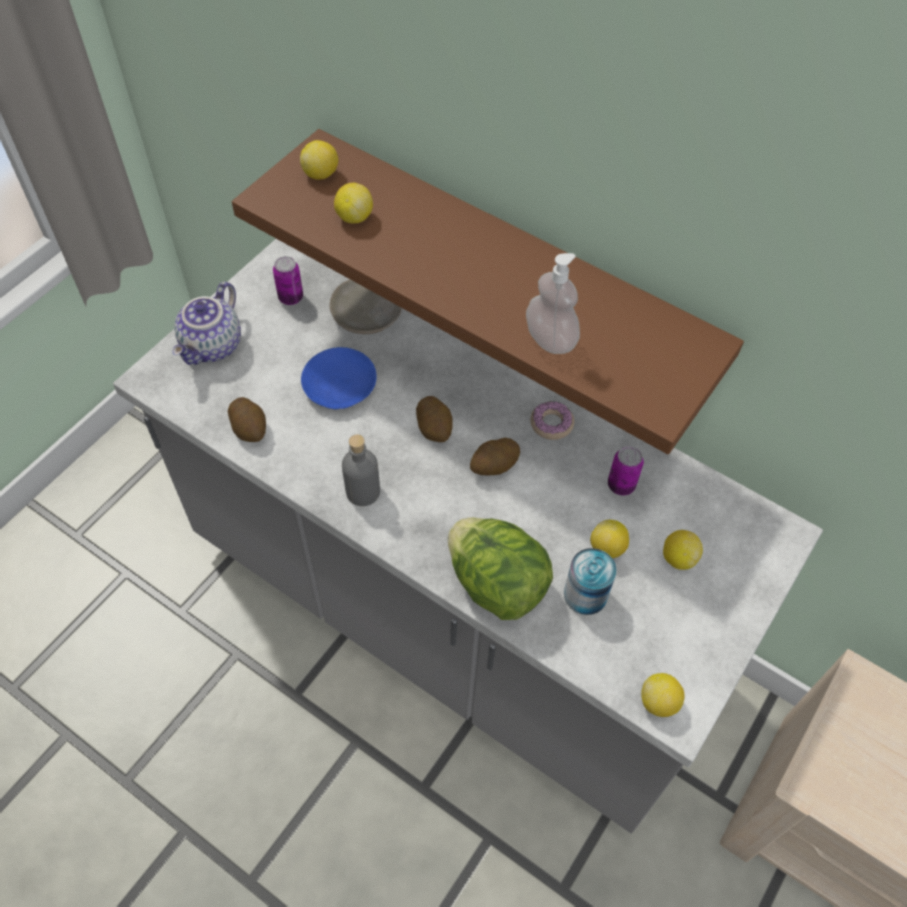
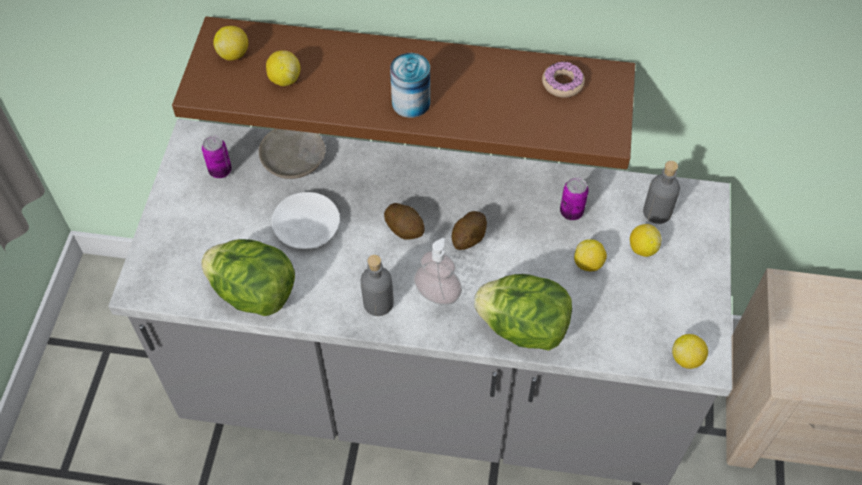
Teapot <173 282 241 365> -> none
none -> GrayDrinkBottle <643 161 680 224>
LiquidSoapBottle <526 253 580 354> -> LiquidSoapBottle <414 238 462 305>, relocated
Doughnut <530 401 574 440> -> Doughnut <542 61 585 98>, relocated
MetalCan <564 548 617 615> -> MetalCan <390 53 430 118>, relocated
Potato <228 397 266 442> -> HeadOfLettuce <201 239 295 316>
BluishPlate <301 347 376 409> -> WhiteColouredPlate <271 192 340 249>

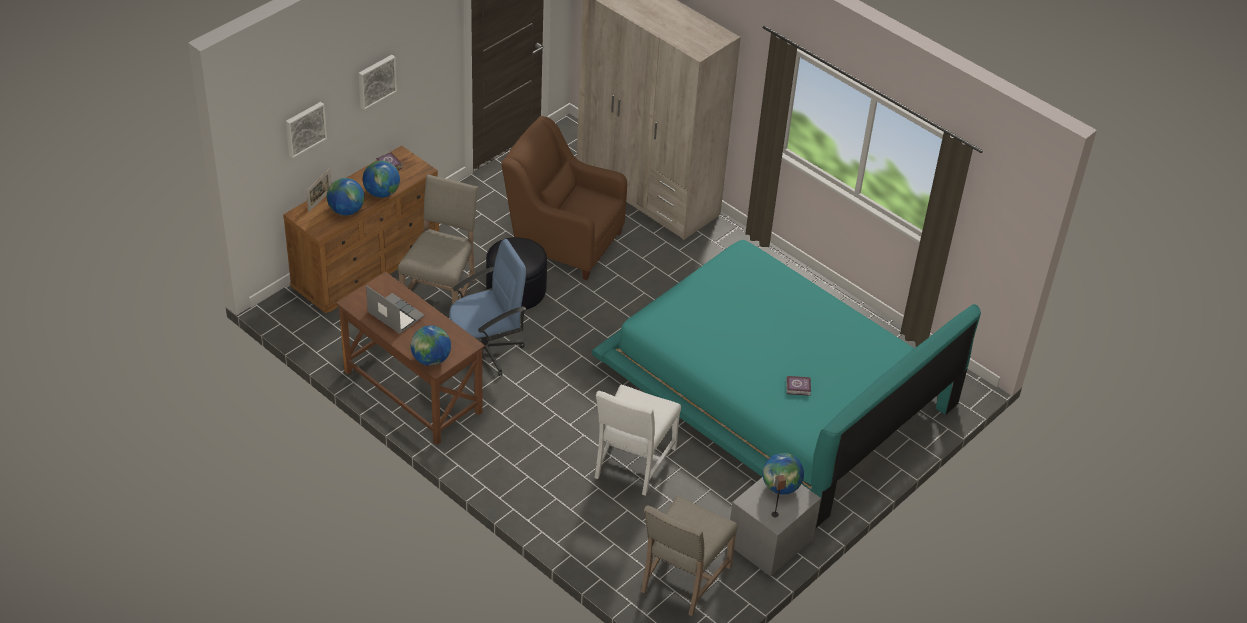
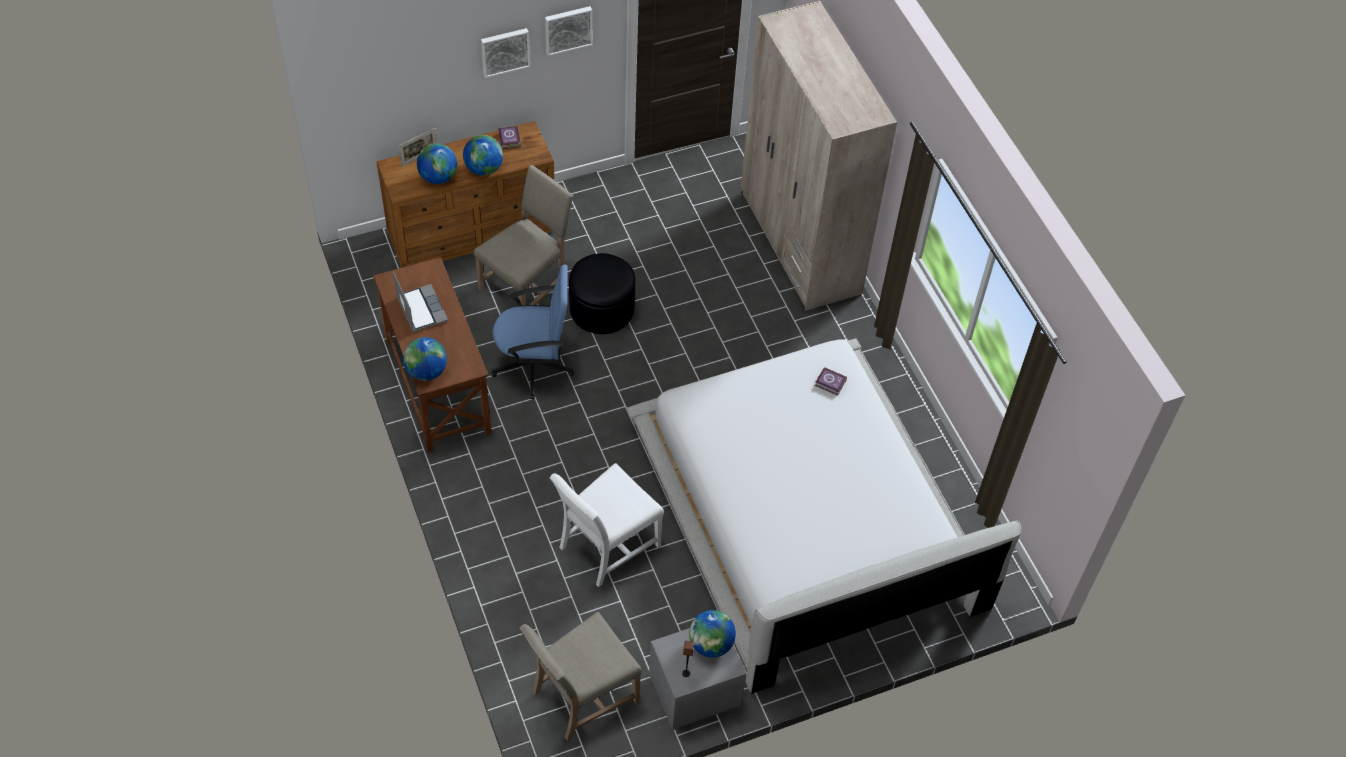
BrownEasyChair <501 116 627 280> -> none
WallArt <286 102 327 158> -> WallArt <545 6 592 56>, relocated
BoundBook <786 376 811 396> -> BoundBook <815 367 847 395>, relocated
TurquoiseSleepingBed <592 240 981 528> -> WhiteColouredSleepingBed <626 338 1021 694>

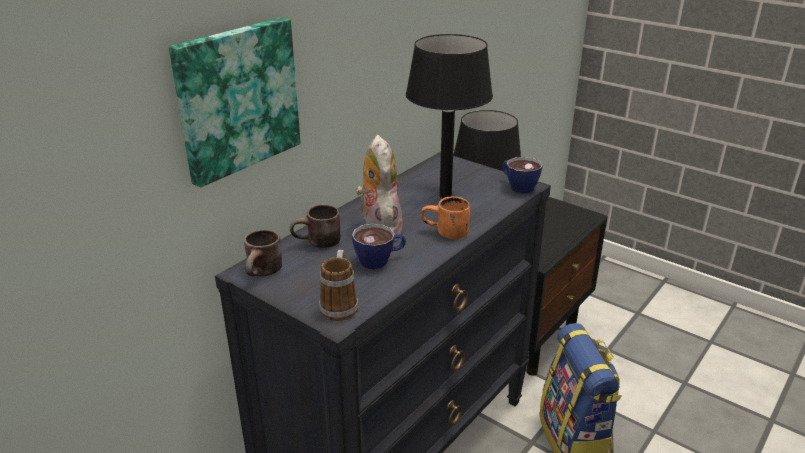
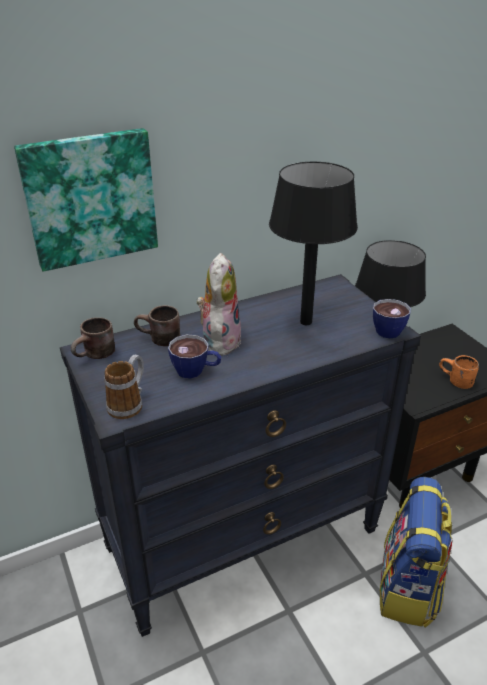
OrangeyCoffeeMug <421 196 470 239> -> OrangeyCoffeeMug <439 355 479 389>, relocated

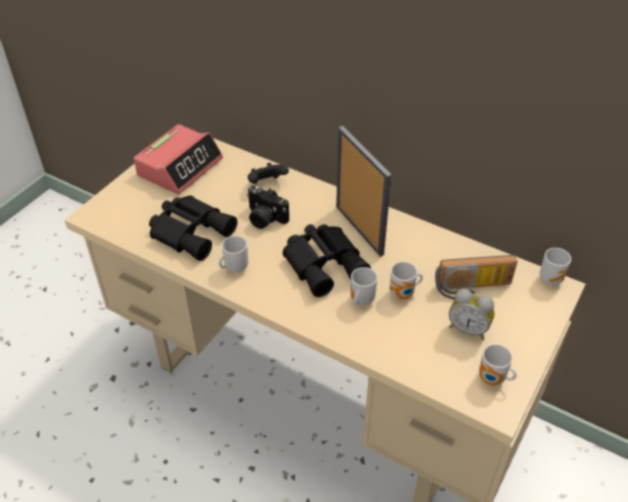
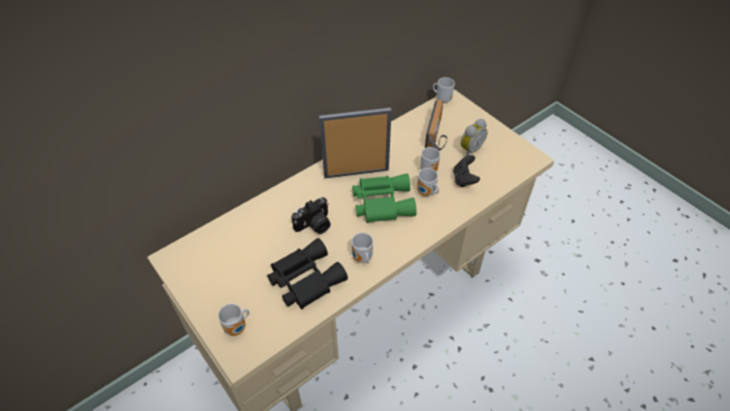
BedsideClock <134 124 223 194> -> none
BlackishJoypad <247 163 289 184> -> BlackishJoypad <453 155 480 187>, relocated
CoffeeMug <479 344 517 386> -> CoffeeMug <218 303 249 336>, relocated
BlackishBinoculars <283 224 371 297> -> GreenColouredBinoculars <352 173 416 223>

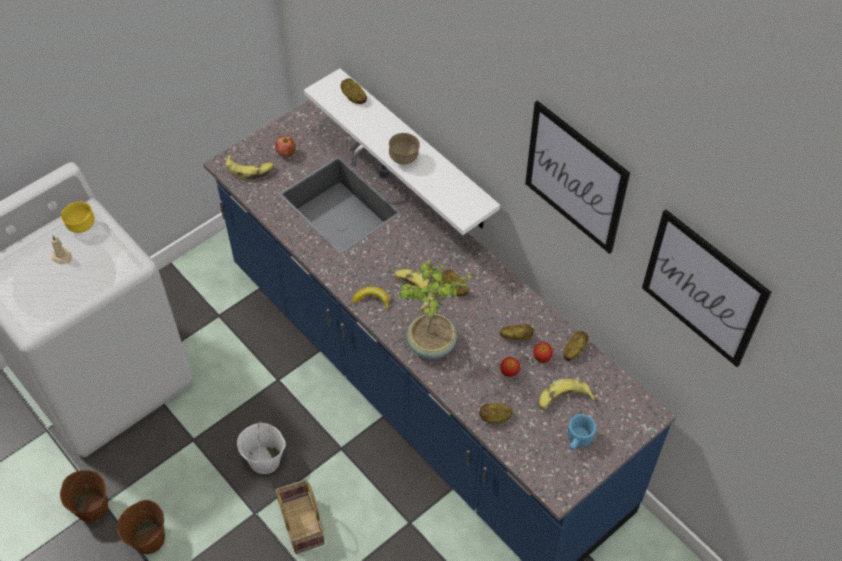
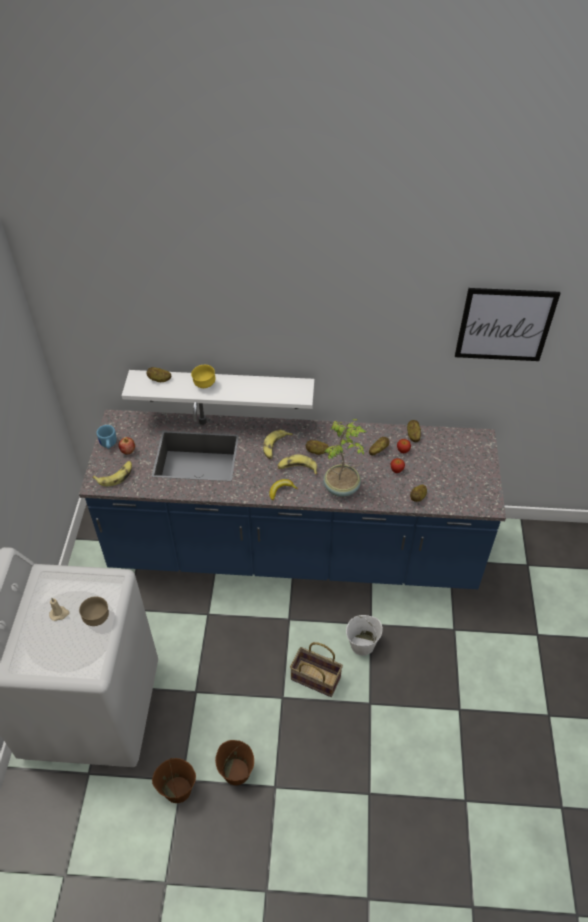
WallArt <525 100 630 254> -> none
YellowBowl <61 202 95 233> -> YellowBowl <191 365 216 388>, relocated
WhiteColouredBucket <237 421 286 474> -> WhiteColouredBucket <346 615 382 656>, relocated
BrownBowl <389 133 420 164> -> BrownBowl <79 597 109 626>, relocated
WholeBanana <539 379 596 410> -> WholeBanana <263 430 293 459>, relocated
BluishCoffeeMug <568 414 596 450> -> BluishCoffeeMug <96 425 117 449>, relocated

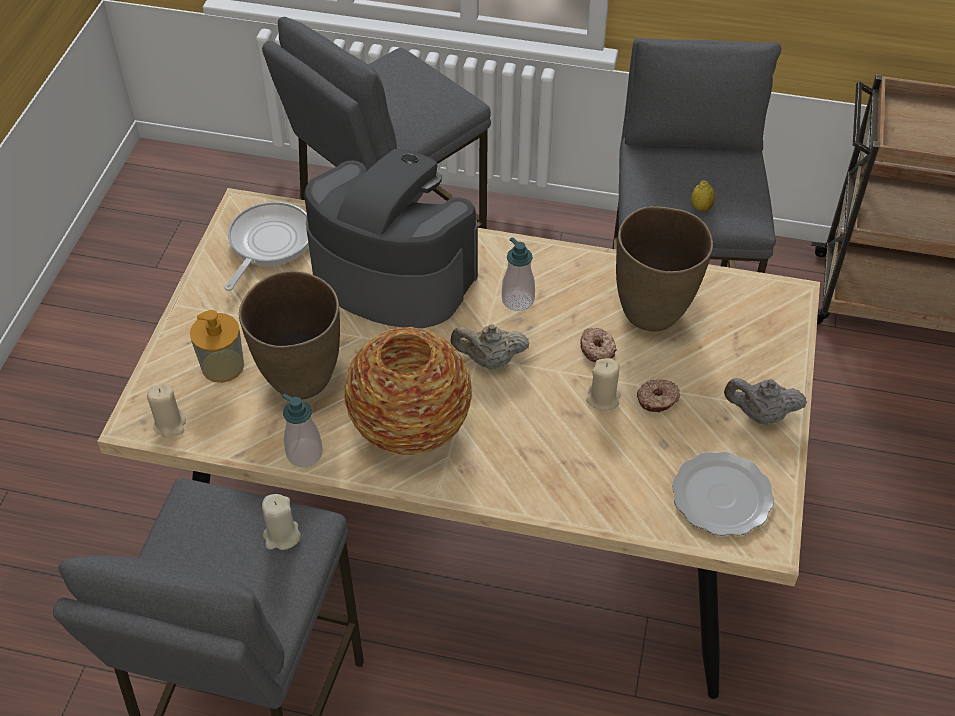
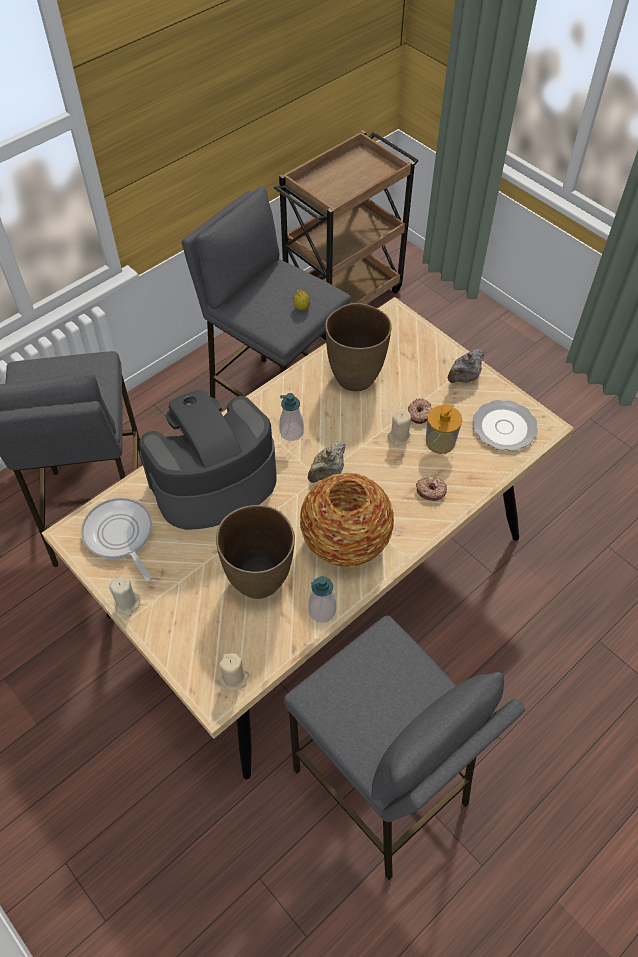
LiquidSoapBottle <190 310 244 383> -> LiquidSoapBottle <426 404 462 454>, relocated
SandColouredCandle <262 494 301 550> -> SandColouredCandle <109 576 140 616>, relocated
Doughnut <580 328 617 362> -> Doughnut <416 477 447 501>, relocated

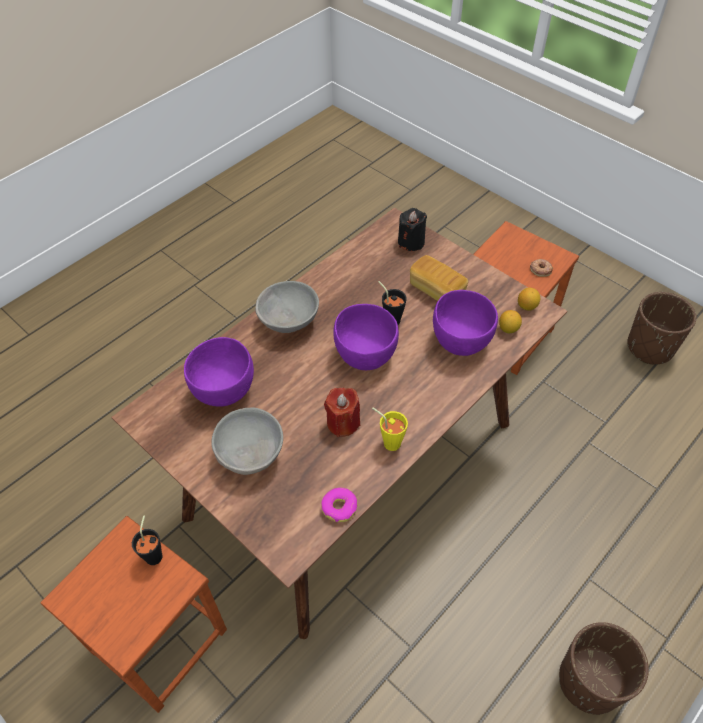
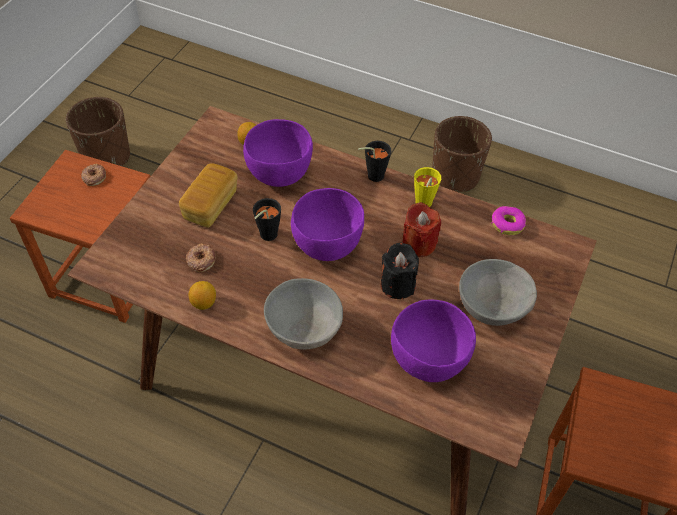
none -> Doughnut <186 243 215 272>
BlackishSmallCup <132 515 163 565> -> BlackishSmallCup <358 141 391 182>, relocated
BlackishCandle <398 208 427 251> -> BlackishCandle <381 243 419 299>, relocated
WholeLemon <518 288 540 311> -> WholeLemon <189 281 216 310>, relocated

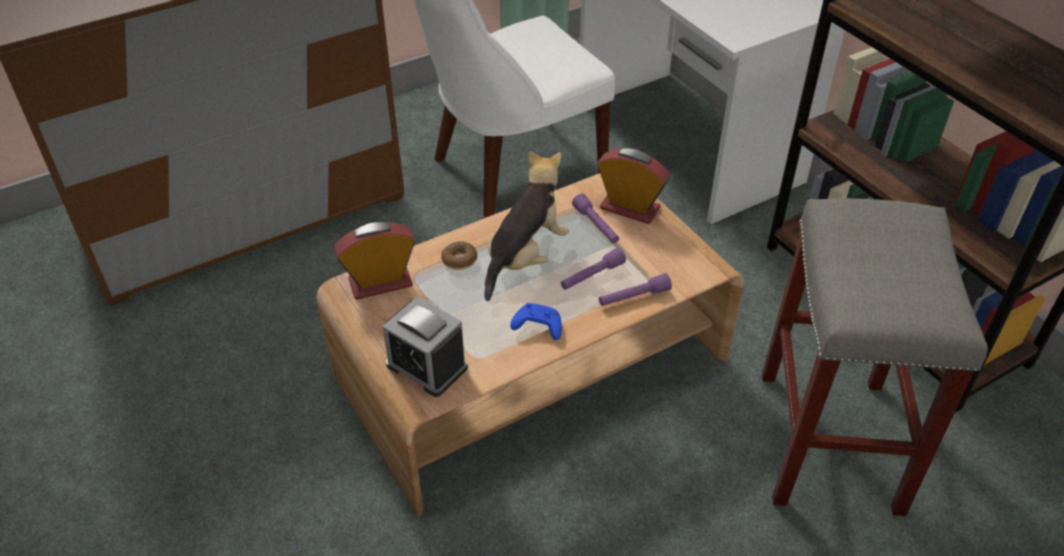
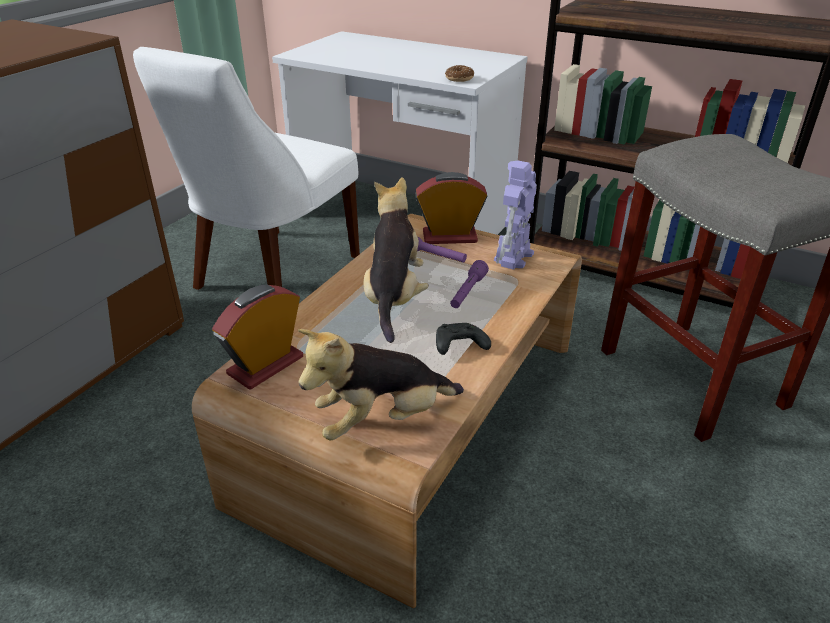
PurpleColouredFlashlight <599 273 672 306> -> none
none -> RobotFigure <494 161 537 270>
Doughnut <441 241 478 270> -> Doughnut <445 65 474 82>, relocated
BedsideClock <382 296 468 397> -> CuddlyToy <298 329 464 440>
BluishJoypad <510 303 562 340> -> BlackishJoypad <436 323 491 355>

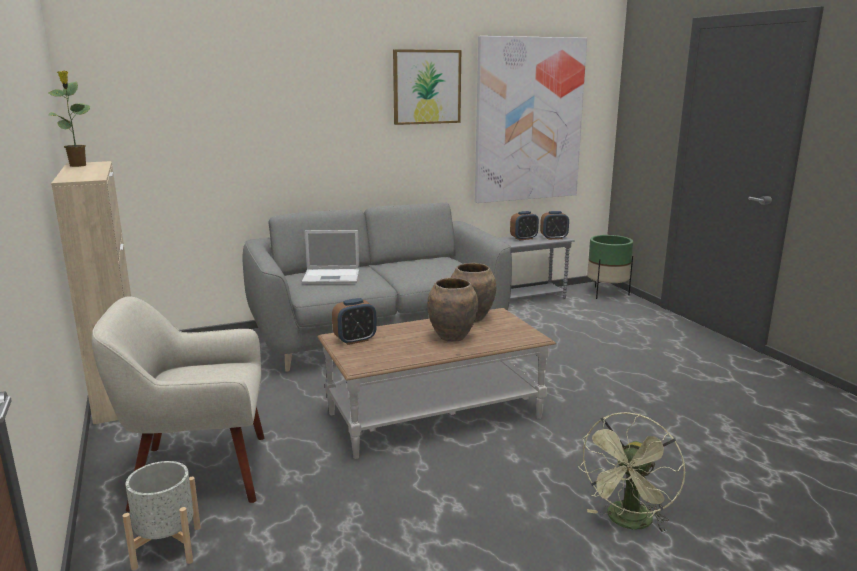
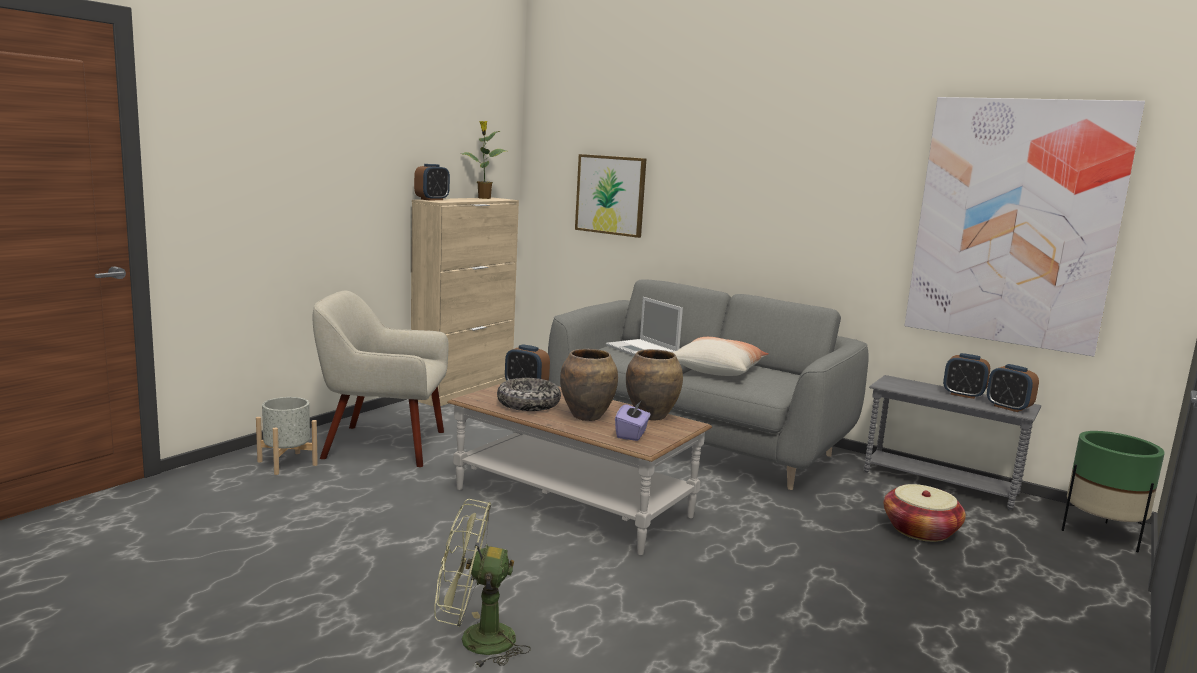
none -> BedsideClock <414 164 450 201>
none -> Bowl <497 378 561 411>
none -> PurpleColouredTissueBox <615 400 651 441>
none -> Pillow <672 337 769 376>
none -> Basket <884 484 966 542>
WallArt <393 49 461 125> -> WallArt <575 154 646 238>, relocated
SandColouredEasyChair <92 296 265 512> -> SandColouredEasyChair <313 291 449 467>, 45 degrees counterclockwise

